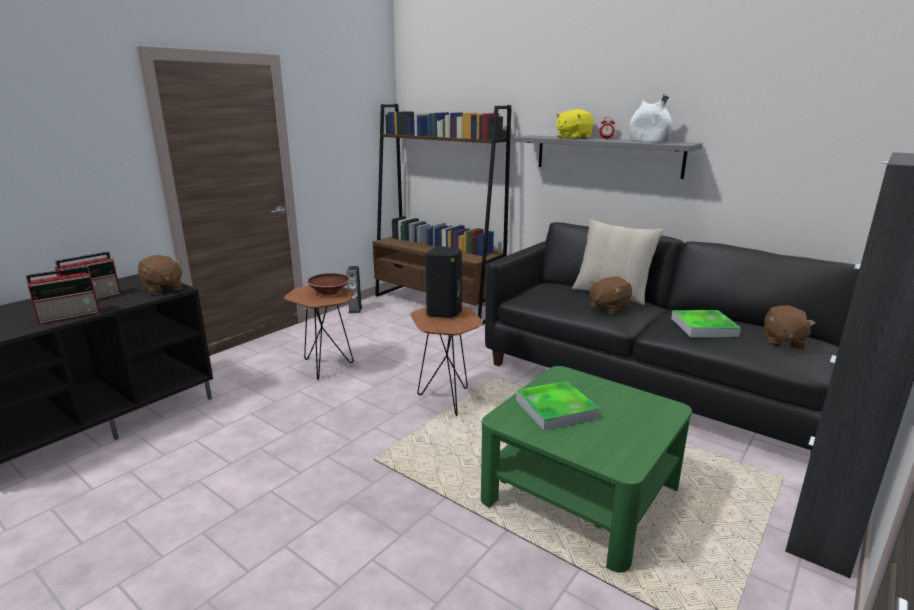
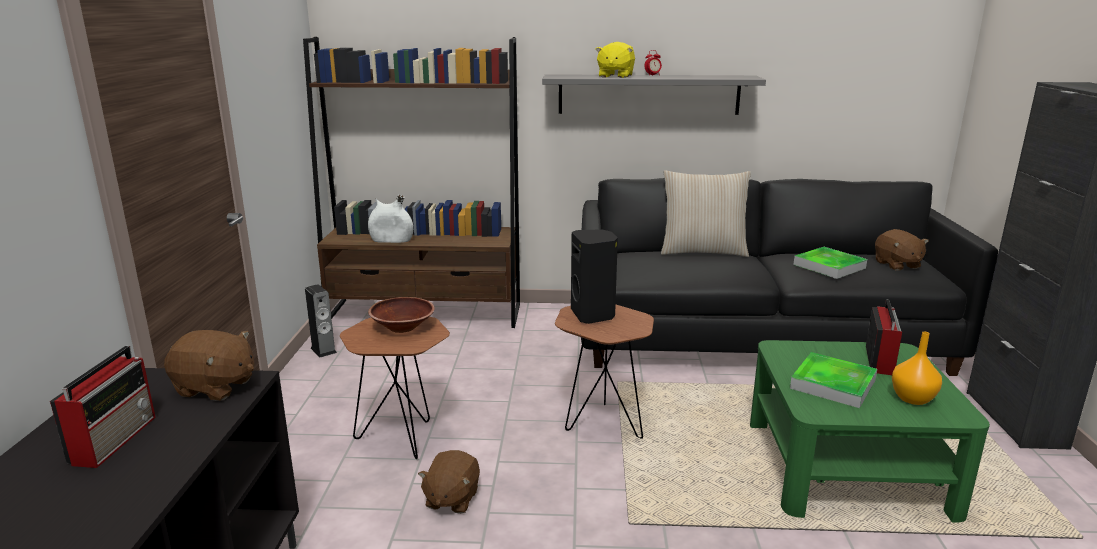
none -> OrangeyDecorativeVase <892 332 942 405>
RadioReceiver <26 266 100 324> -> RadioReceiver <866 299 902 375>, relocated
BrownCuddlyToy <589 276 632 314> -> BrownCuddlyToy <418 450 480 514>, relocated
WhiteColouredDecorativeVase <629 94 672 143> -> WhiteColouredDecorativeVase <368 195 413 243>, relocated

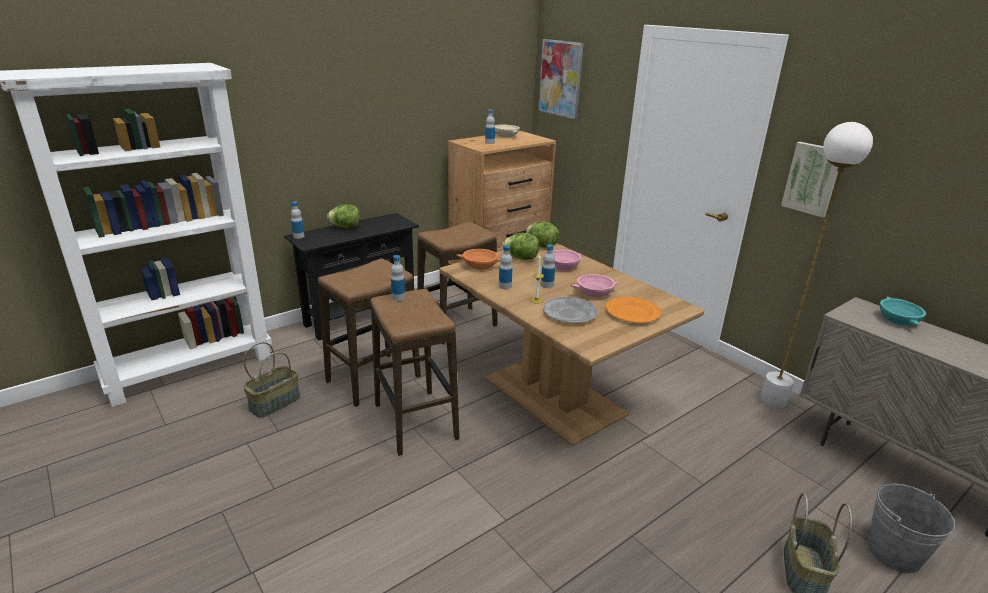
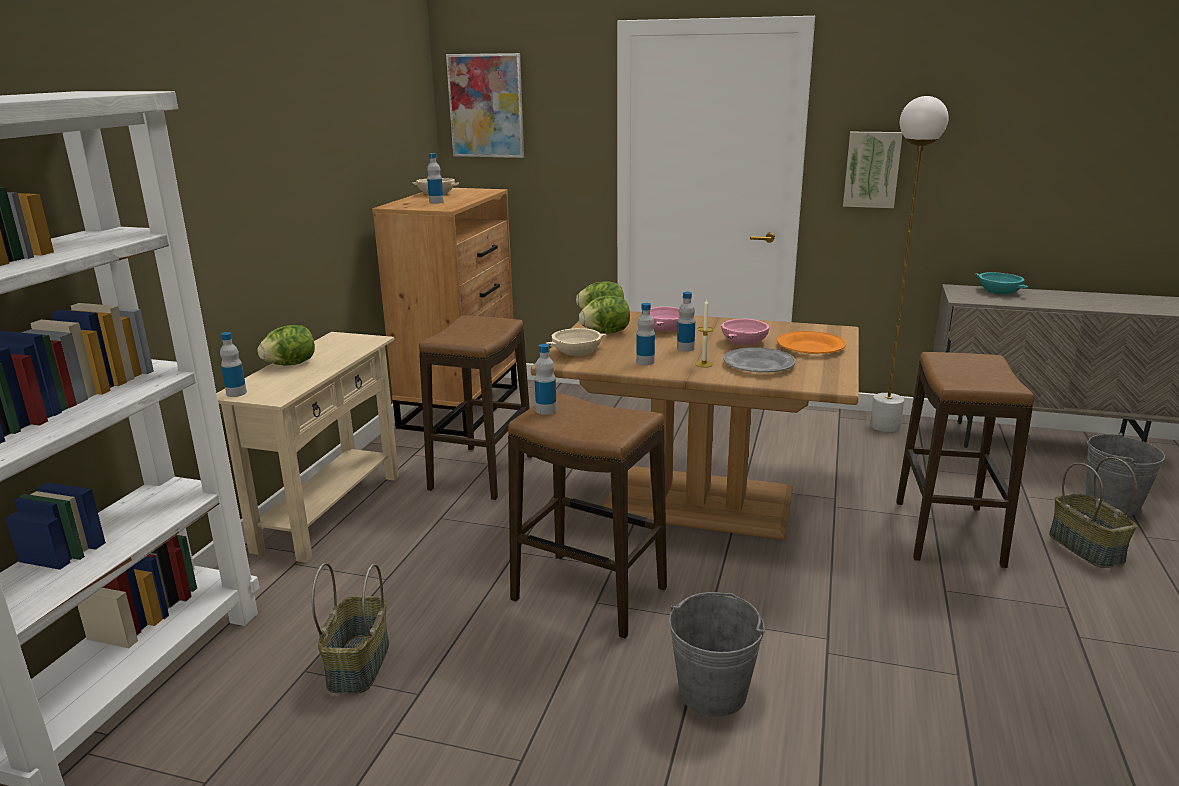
none -> GrayBucket <669 592 765 717>
SittingStool <318 258 421 407> -> SittingStool <896 352 1035 568>, relocated
BlackishHallTable <284 213 419 341> -> SandColouredHallTable <217 332 399 563>
OrangeyBowl <456 249 501 270> -> SandColouredBowl <545 328 607 356>

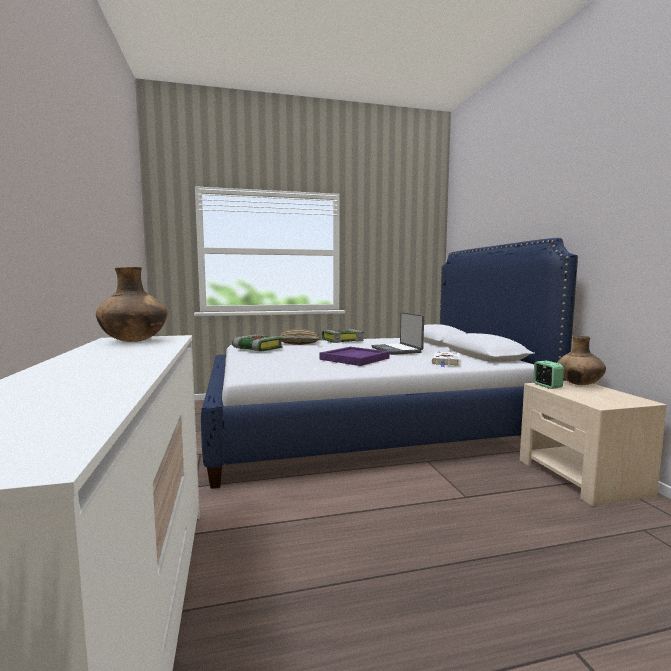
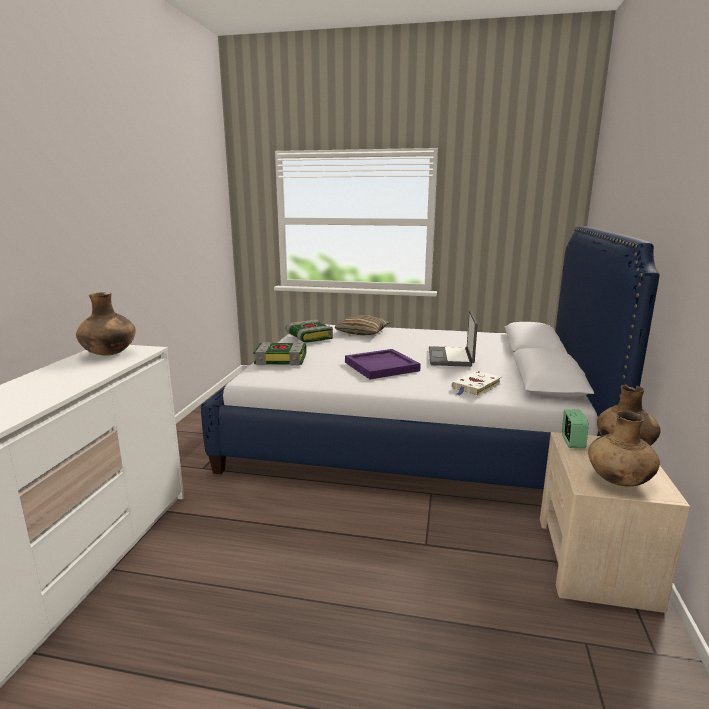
none -> BrownDecorativeVase <588 411 660 486>
BoundBook <322 329 364 343> -> BoundBook <253 342 307 366>, relocated

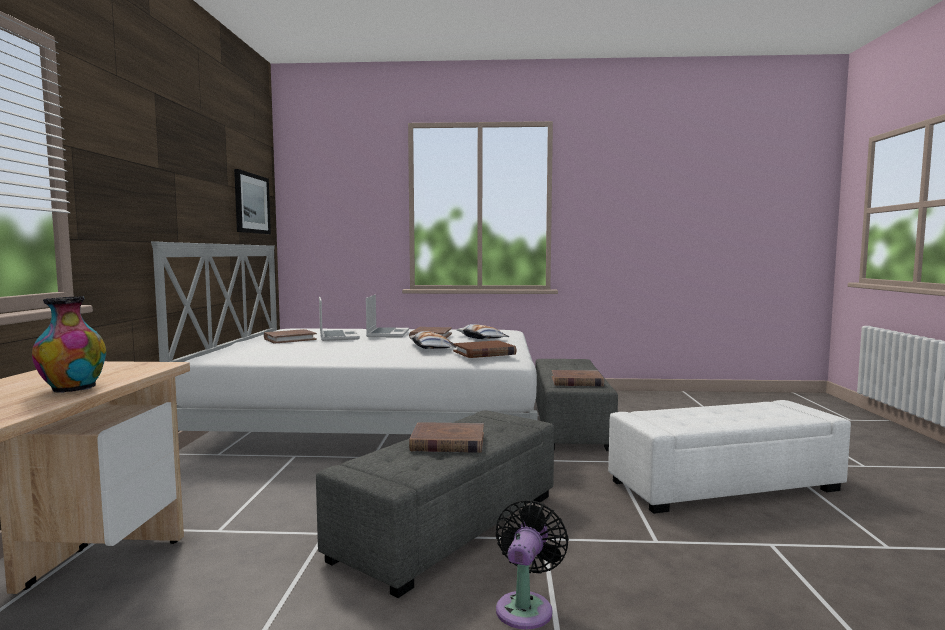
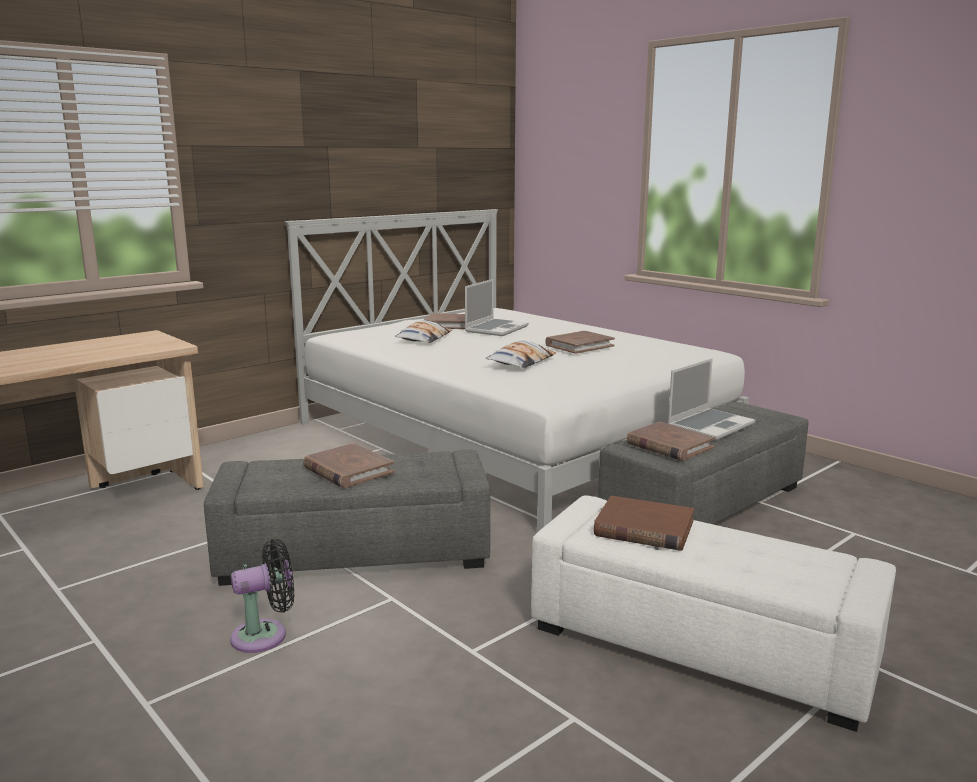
DecorativeVase <32 296 106 393> -> none
WallArt <234 169 271 234> -> none
Laptop <366 294 409 337> -> Laptop <668 358 755 440>, relocated
BrownBoundBook <453 340 517 358> -> BrownBoundBook <594 496 694 551>, relocated
Pillow <456 324 509 339> -> Pillow <395 320 452 343>, relocated

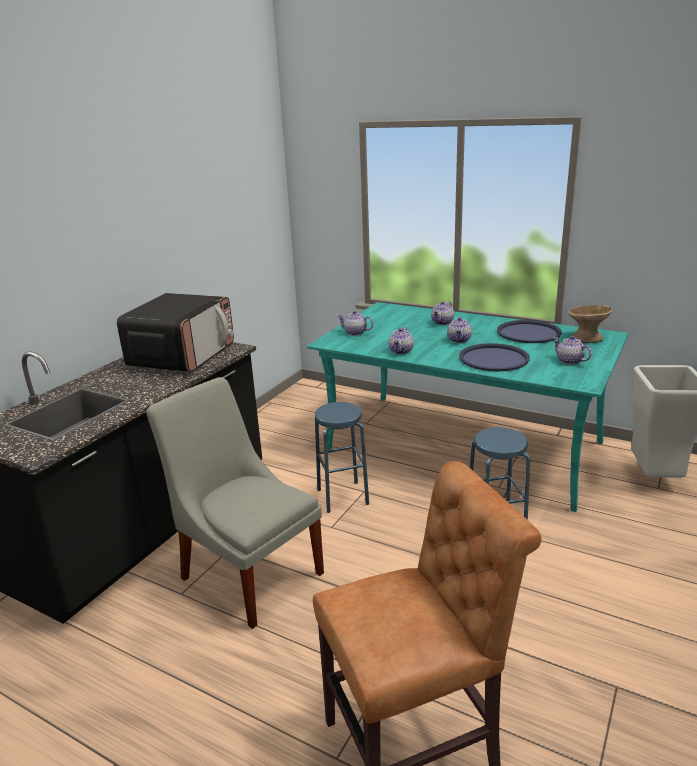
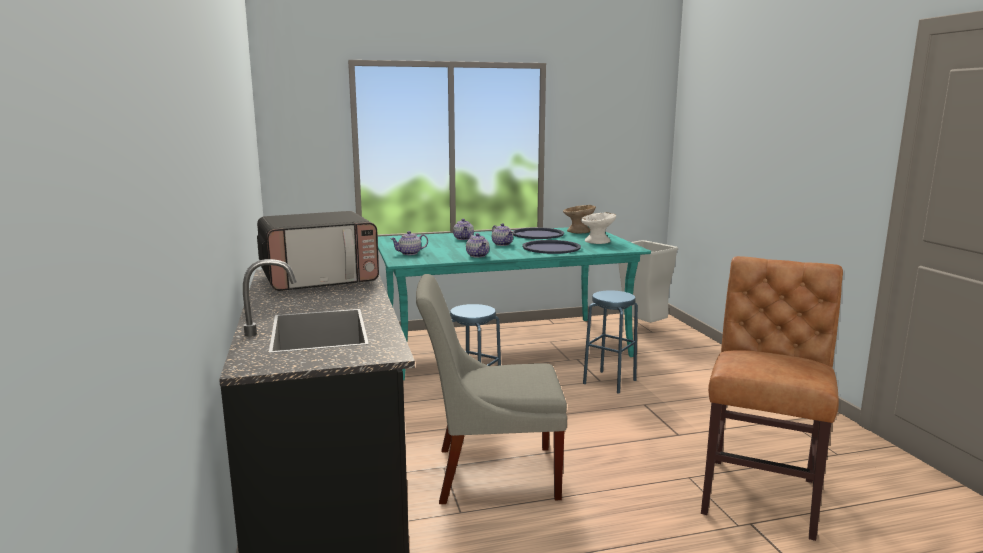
Teapot <553 336 592 365> -> WhiteColouredBowl <580 212 616 244>
Microwave <117 293 234 372> -> Microwave <257 211 379 291>, 90 degrees clockwise

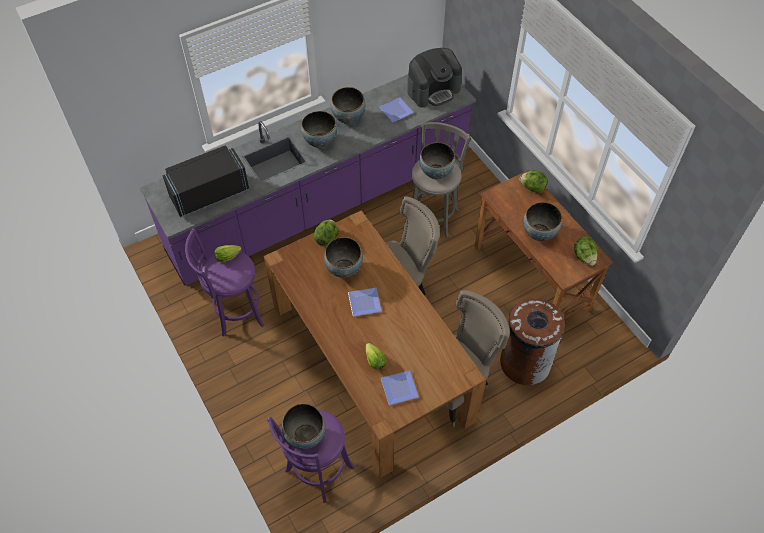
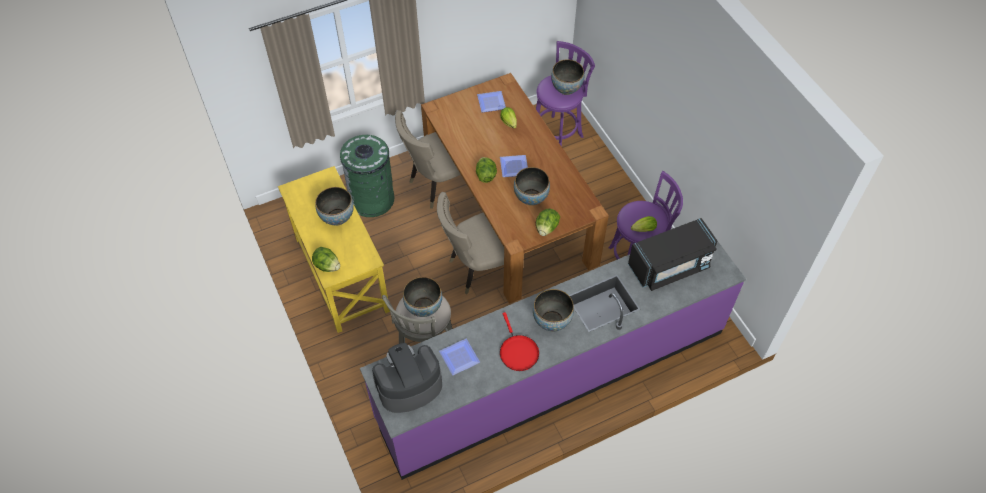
HeadOfLettuce <574 237 598 266> -> HeadOfLettuce <476 157 497 183>, relocated
Bowl <331 87 365 125> -> ReddishFryingPan <500 312 539 371>
BrownDeskTable <474 170 614 319> -> YellowDeskTable <278 166 390 333>
BrownRubbishBin <500 298 565 385> -> GreenColouredRubbishBin <340 135 394 217>

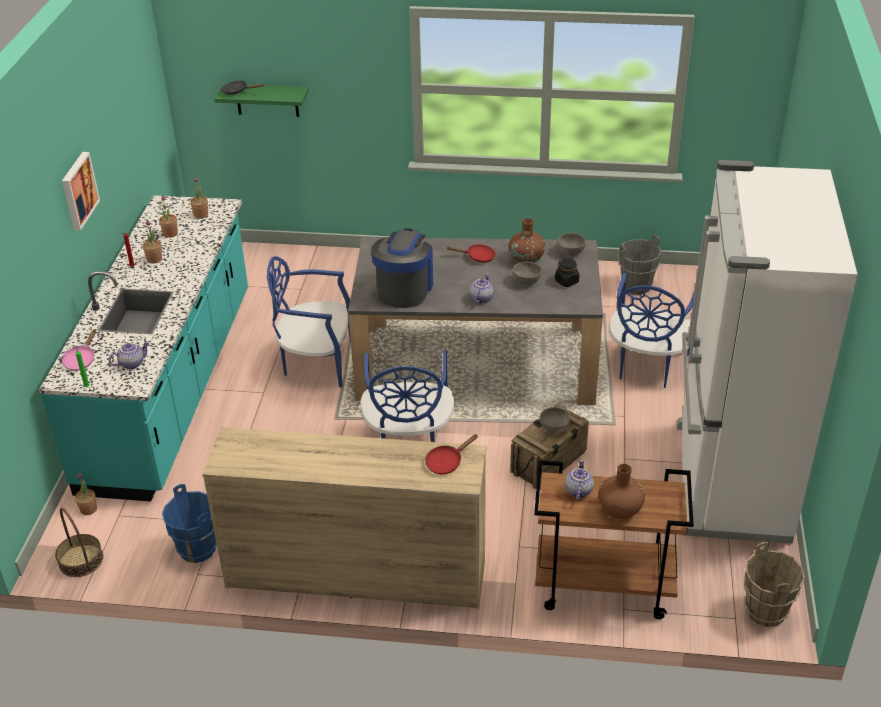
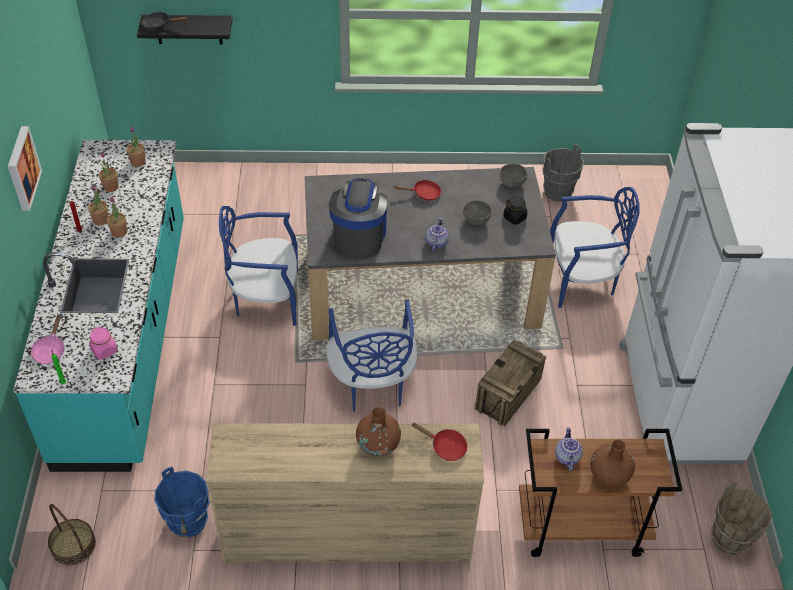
GrayBowl <540 407 570 433> -> none
PlantInAPot <75 473 97 515> -> PlantInAPot <107 197 127 238>, relocated
BrownDecorativeVase <509 218 545 263> -> BrownDecorativeVase <356 407 401 456>, relocated
Teapot <109 341 150 369> -> PinkishPreserveJar <89 326 118 360>
GreenColouredShelf <215 84 309 117> -> BlackishShelf <137 15 233 45>
ReddishFryingPan <425 434 478 474> -> ReddishFryingPan <412 422 467 461>, 105 degrees counterclockwise
BluishChair <609 273 697 388> -> BluishChair <550 187 640 308>, 105 degrees counterclockwise

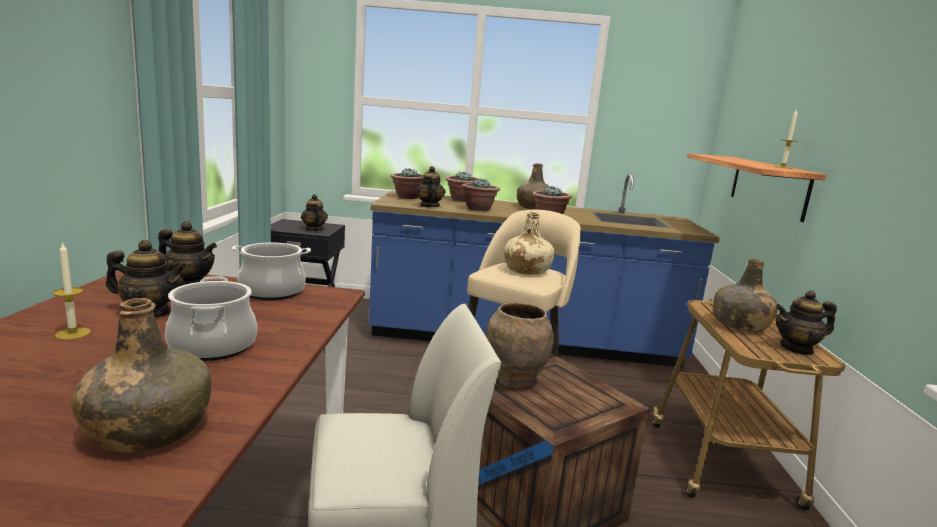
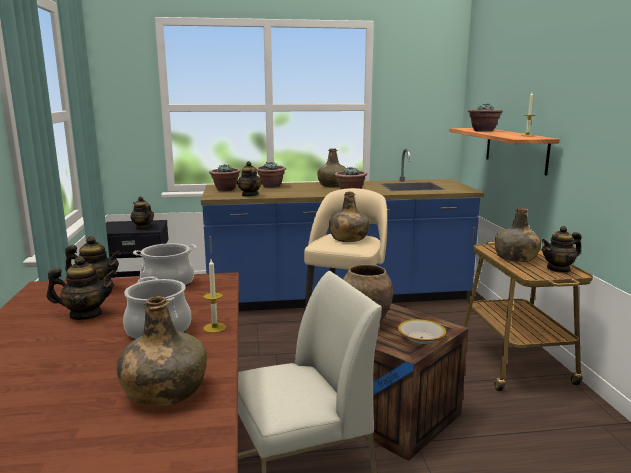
none -> Bowl <398 319 446 344>
Candle <52 242 91 340> -> Candle <203 259 226 333>, relocated
PlantInAPot <462 179 500 211> -> PlantInAPot <468 103 503 132>, relocated
SandColouredDrinkBottle <504 212 555 275> -> GreenColouredDrinkBottle <329 192 370 242>

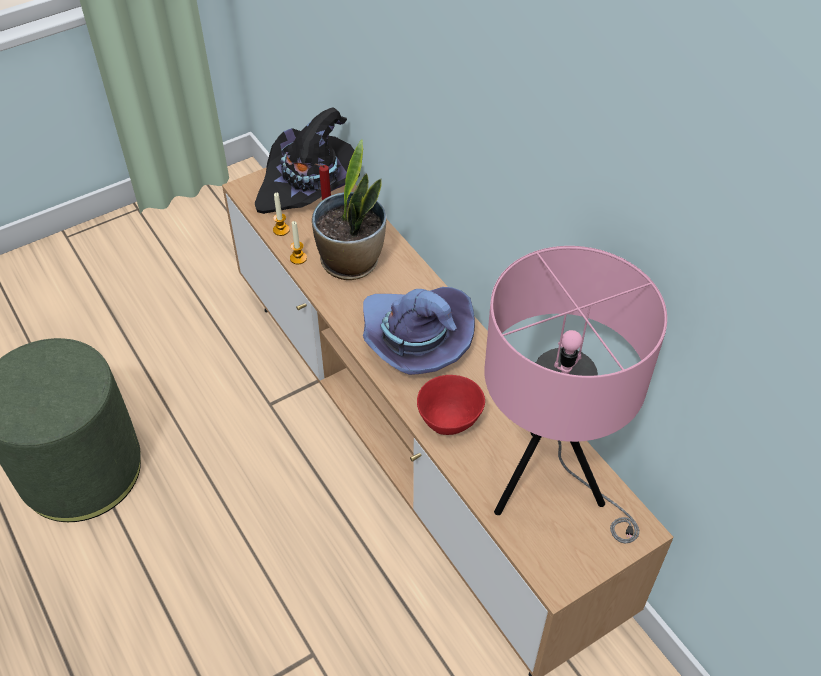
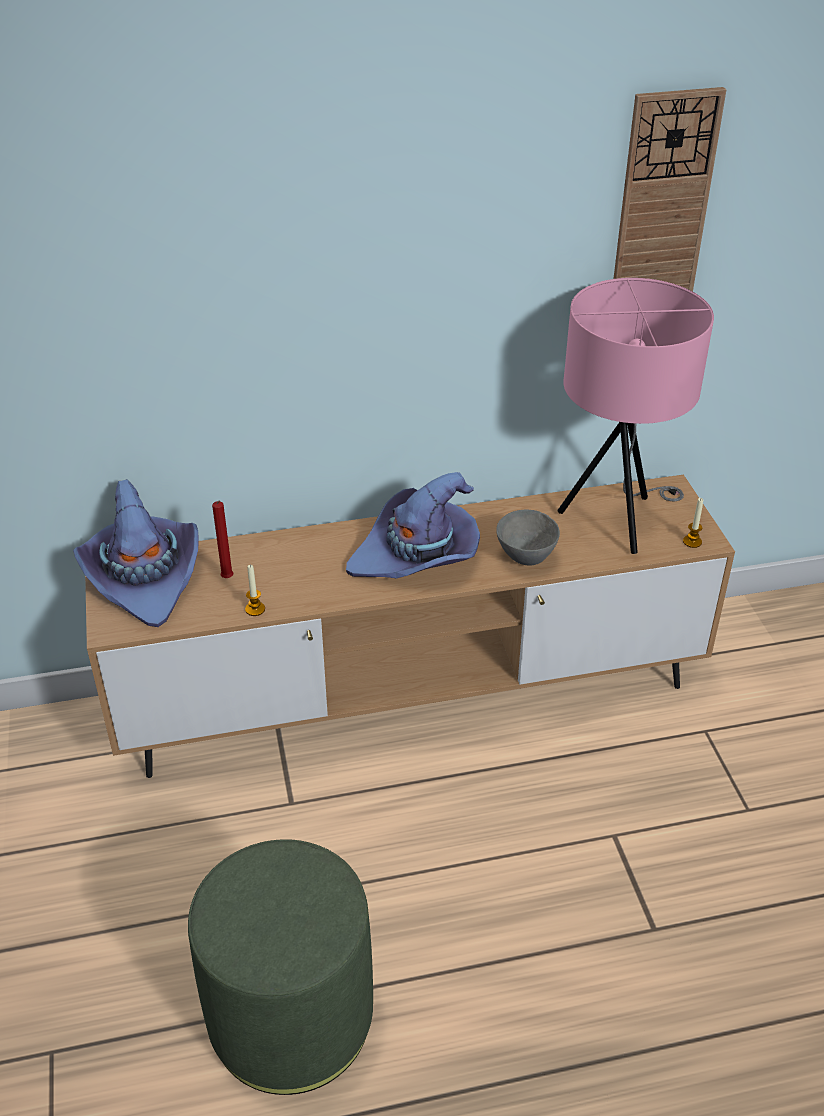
PlantInAPot <312 139 386 280> -> none
none -> WallClock <613 87 726 291>
Candle <273 193 290 236> -> Candle <683 498 703 548>, relocated
BlackishWearableHat <255 108 360 214> -> PurpleColouredWearableHat <73 479 199 627>
ReddishBowl <417 375 485 435> -> GrayBowl <496 510 560 565>

